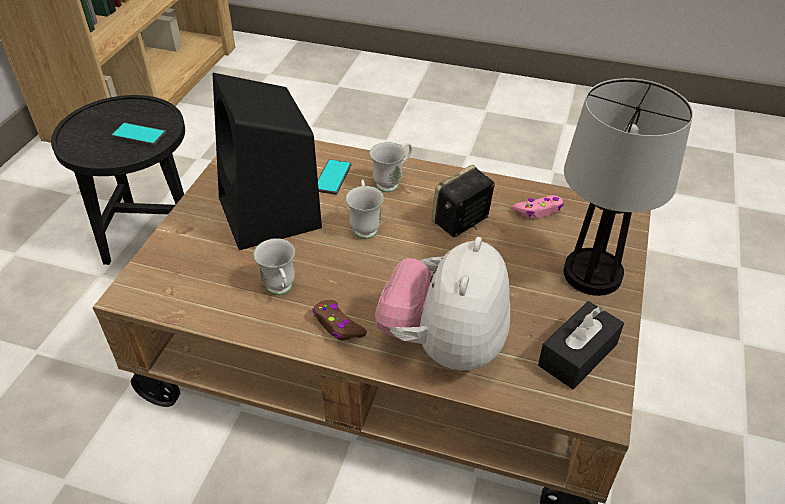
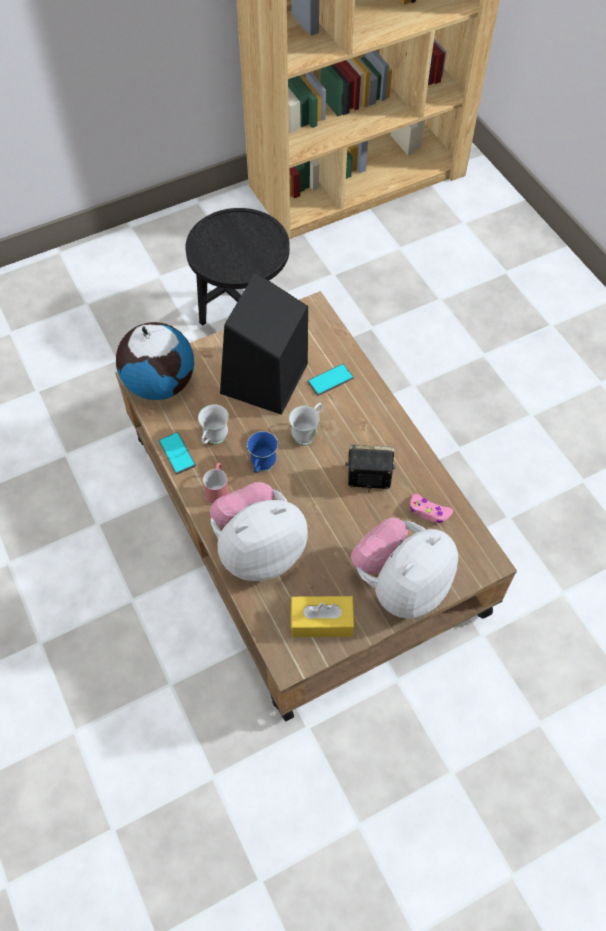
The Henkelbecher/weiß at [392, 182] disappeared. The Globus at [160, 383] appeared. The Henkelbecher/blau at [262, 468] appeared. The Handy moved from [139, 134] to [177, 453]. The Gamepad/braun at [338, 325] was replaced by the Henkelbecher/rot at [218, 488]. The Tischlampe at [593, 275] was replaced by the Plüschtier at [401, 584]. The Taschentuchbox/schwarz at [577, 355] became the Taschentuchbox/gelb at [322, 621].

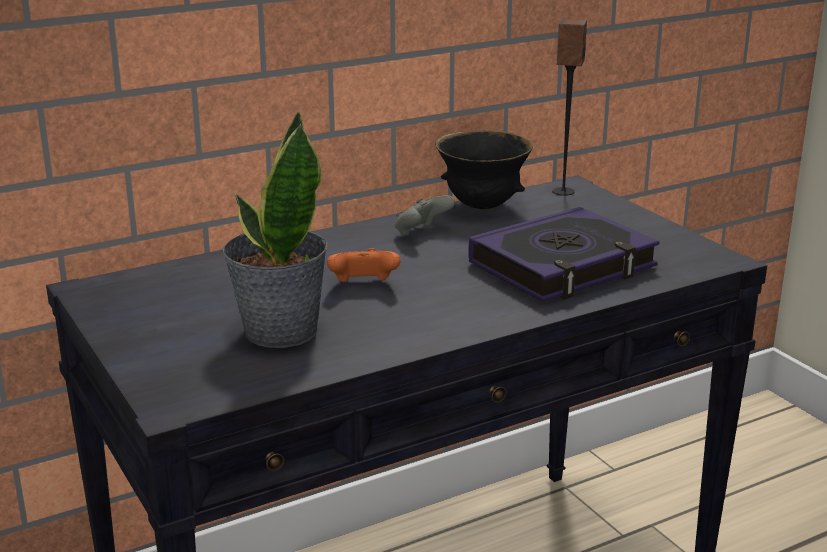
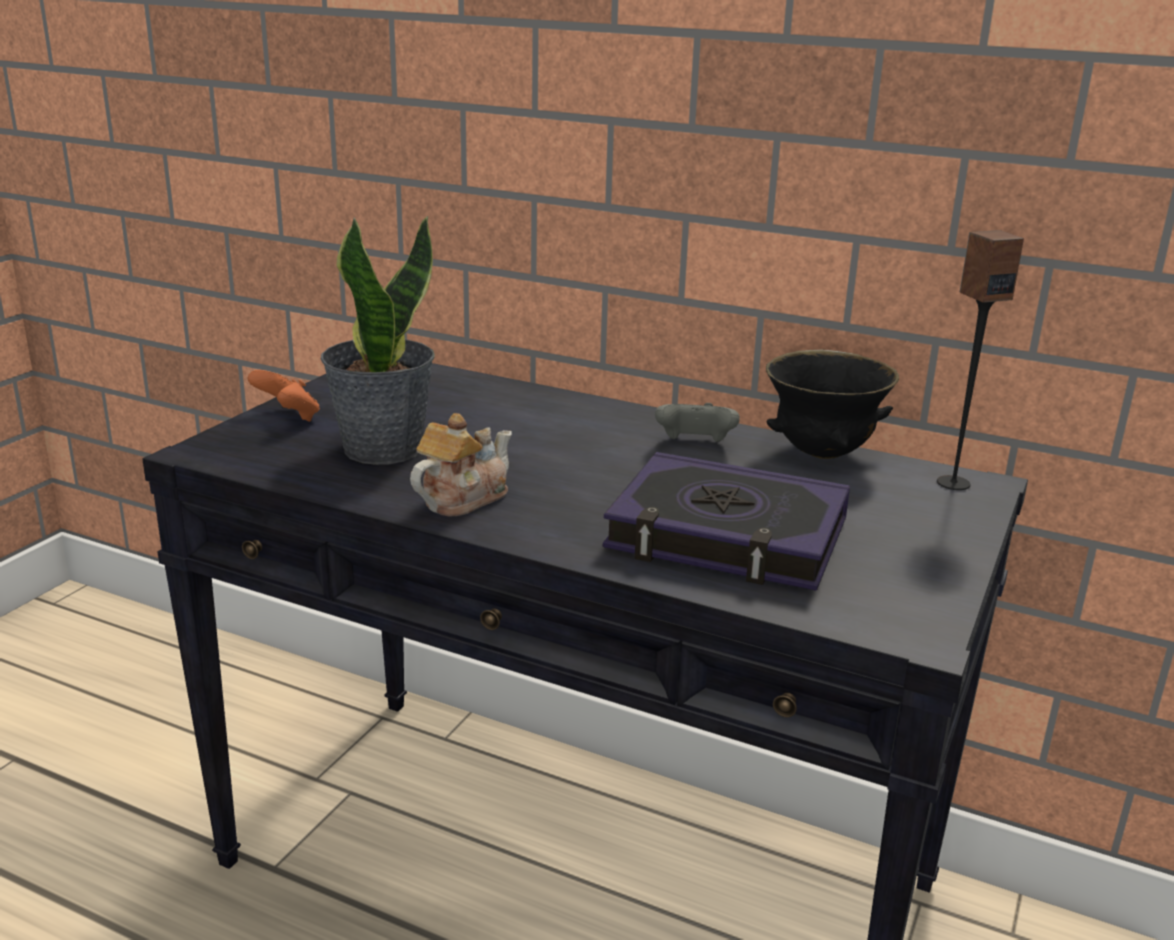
The Teekanne at [462, 498] appeared. The Gamepad/orange moved from [363, 285] to [288, 417].

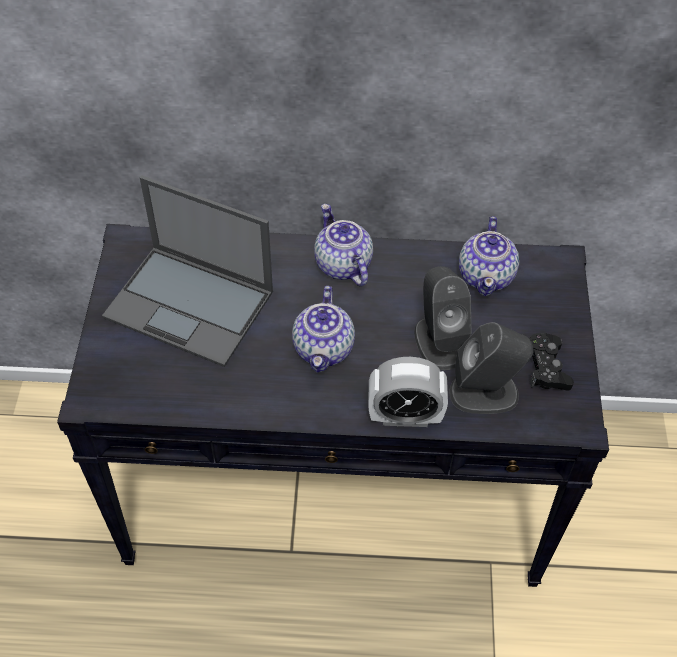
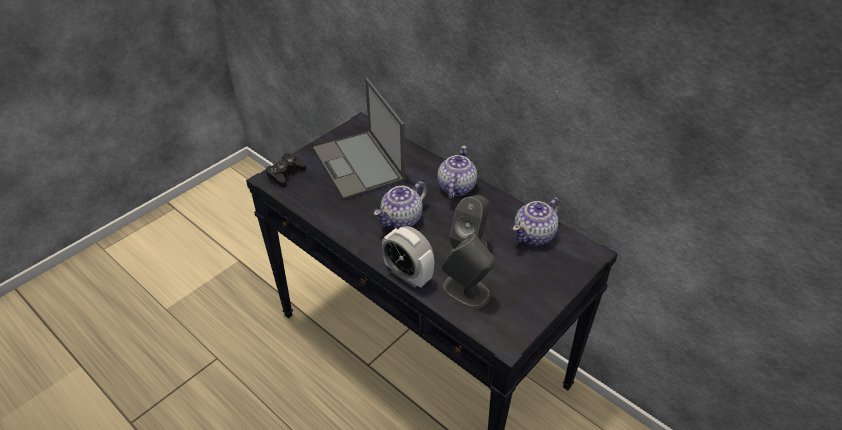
The Gamepad/schwarz moved from [546, 367] to [286, 173].

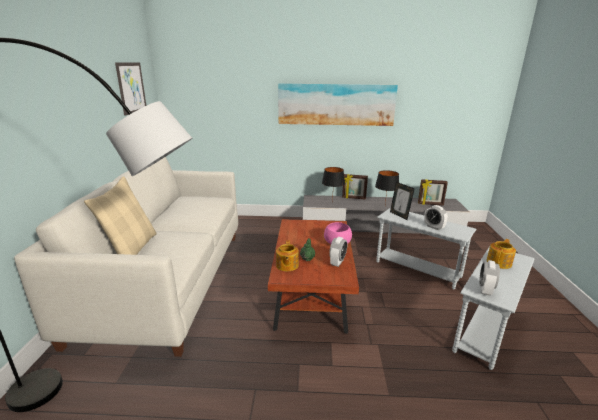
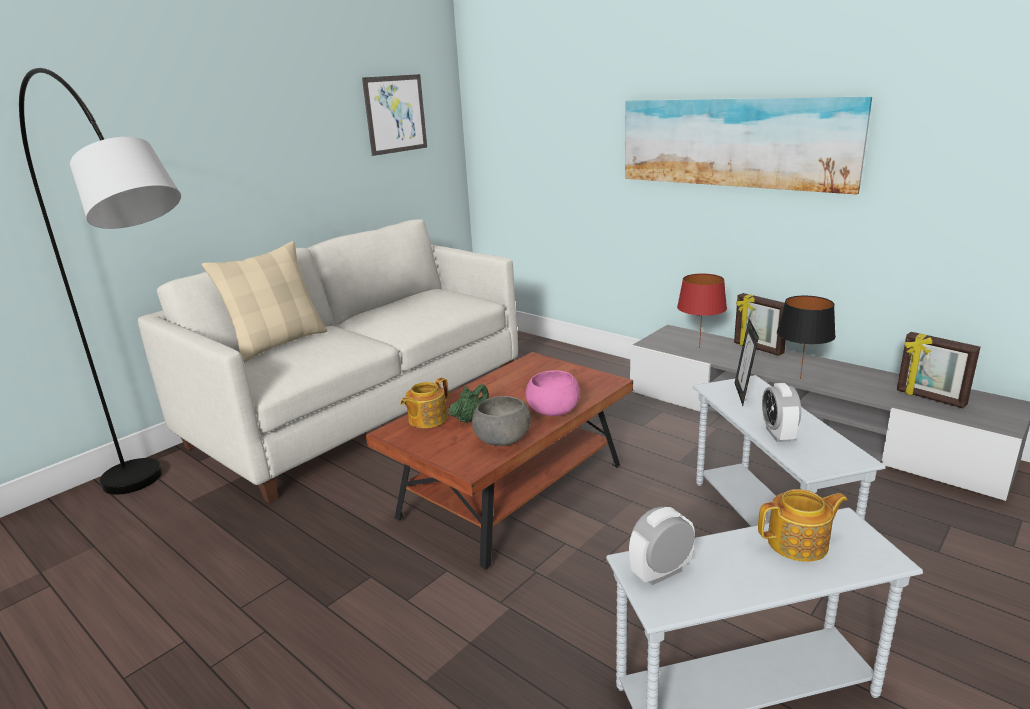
The Wecker at [337, 262] was replaced by the Schüssel/grau at [502, 438]. The Tischlampe/schwarz at [332, 202] became the Tischlampe/rot at [699, 347].

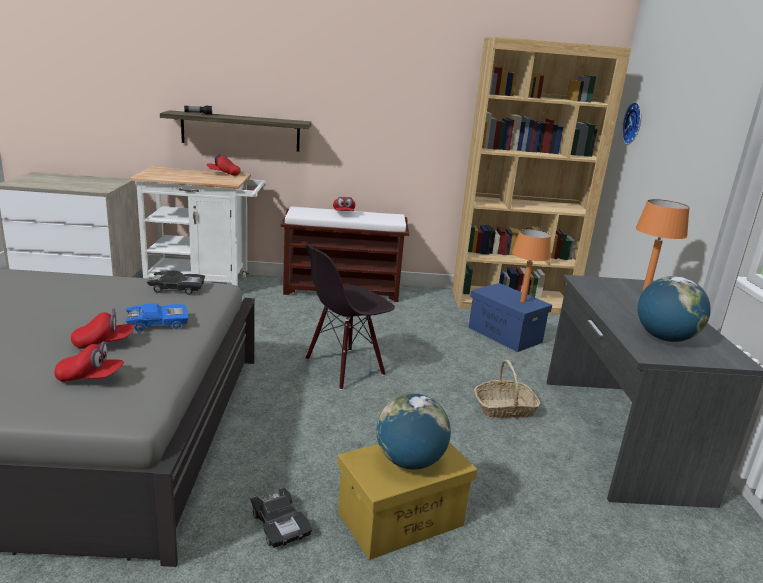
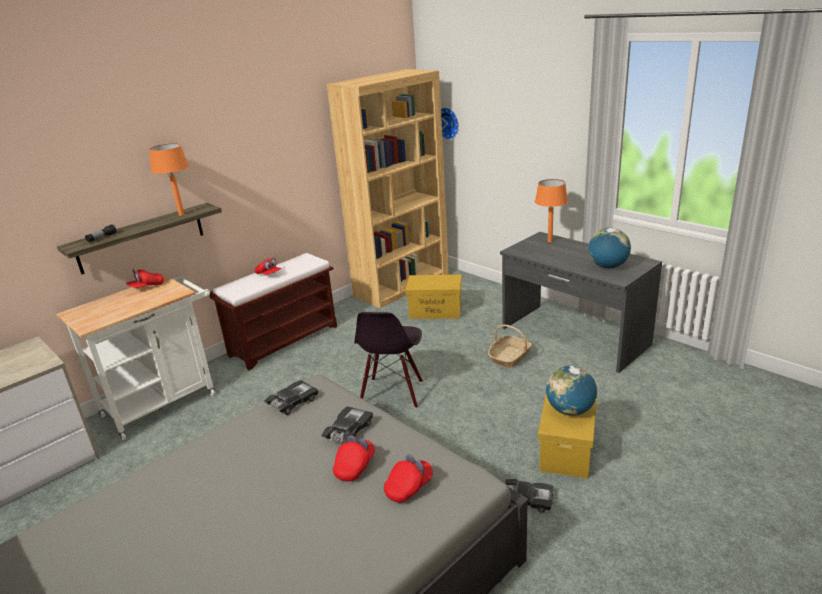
The Tischlampe/orange moved from [523, 301] to [181, 214]. The Spielzeugauto/blau at [158, 323] became the Spielzeugauto/schwarz at [348, 431]. The Aufbewahrungsbox/blau at [505, 335] became the Aufbewahrungsbox/gelb at [436, 311].

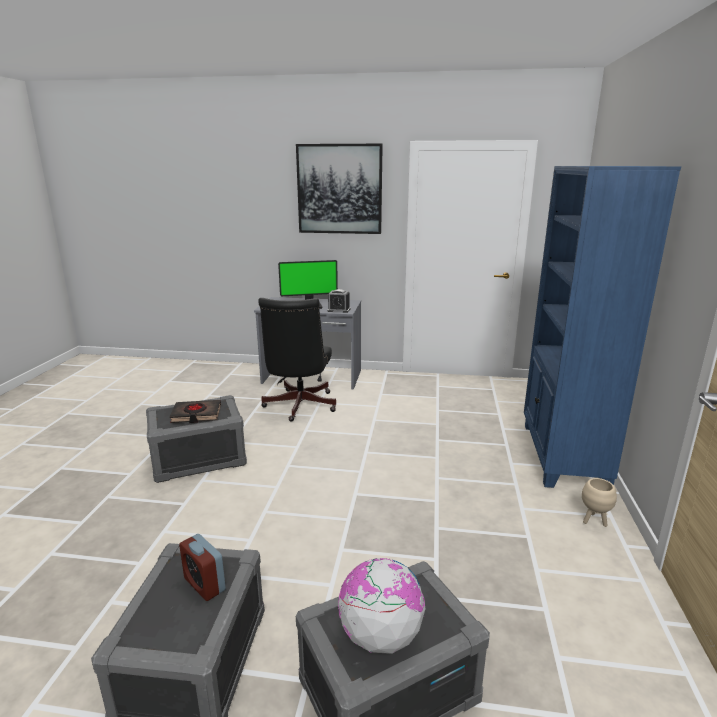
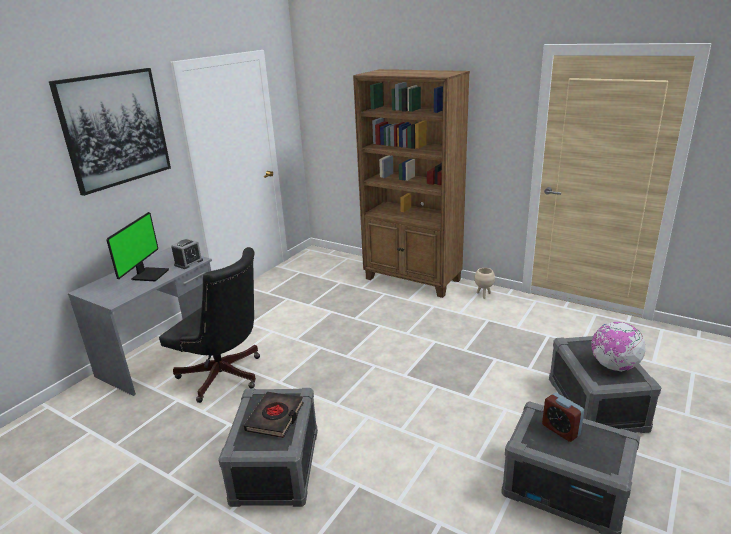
The Bücherregal/blau at [562, 456] became the Bücherregal/braun at [413, 280]. The Wecker at [204, 584] turned 75 degrees clockwise.

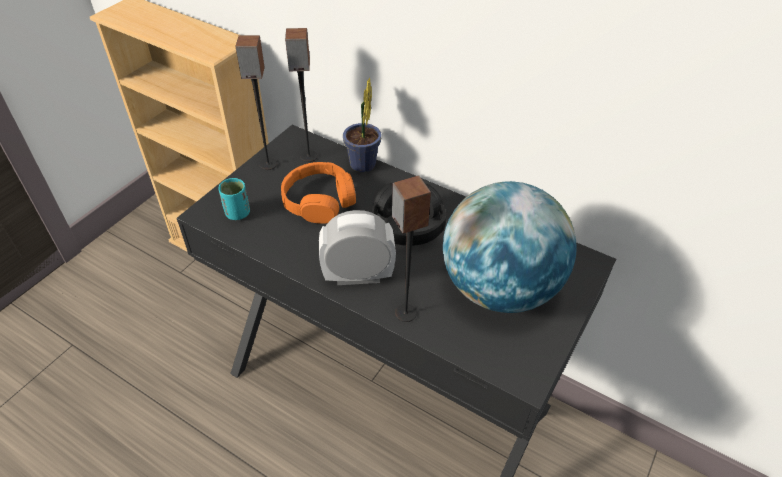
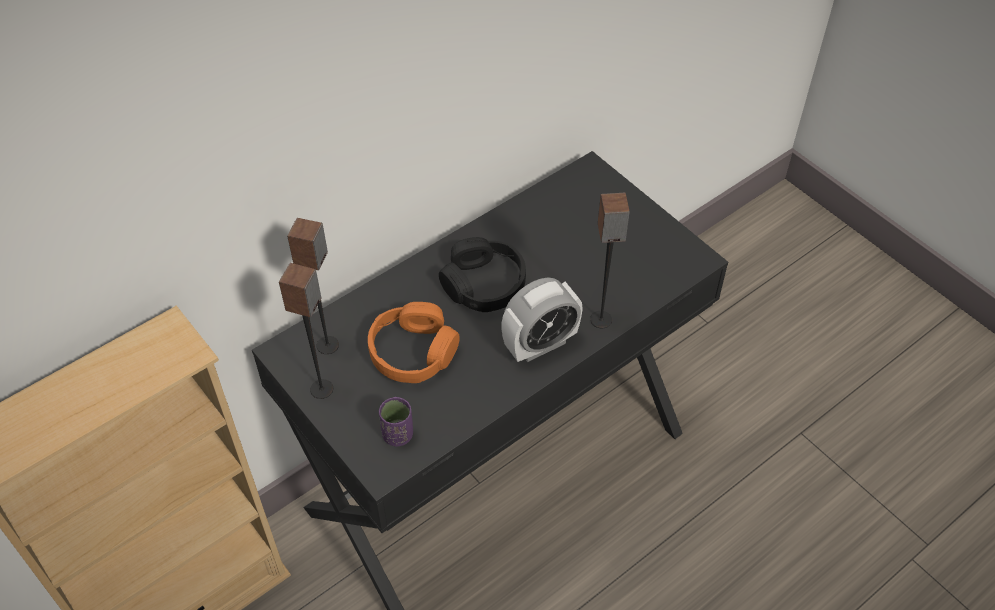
The Topfpflanze at [362, 167] disappeared. The Globus at [499, 288] disappeared. The Tasse/türkis at [237, 213] became the Tasse/lila at [398, 435]. The Wecker at [358, 276] turned 135 degrees counterclockwise.

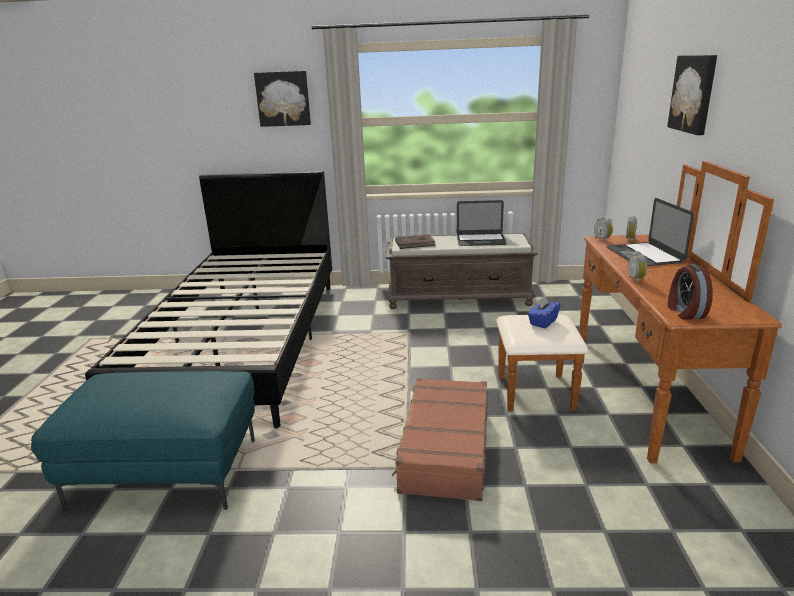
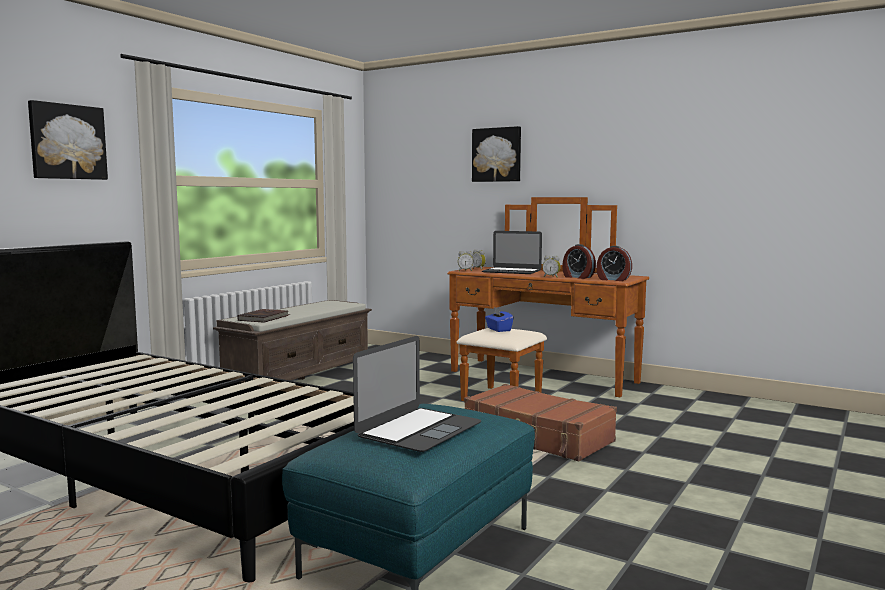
The Wecker at [577, 277] appeared. The Laptop moved from [481, 240] to [419, 429].

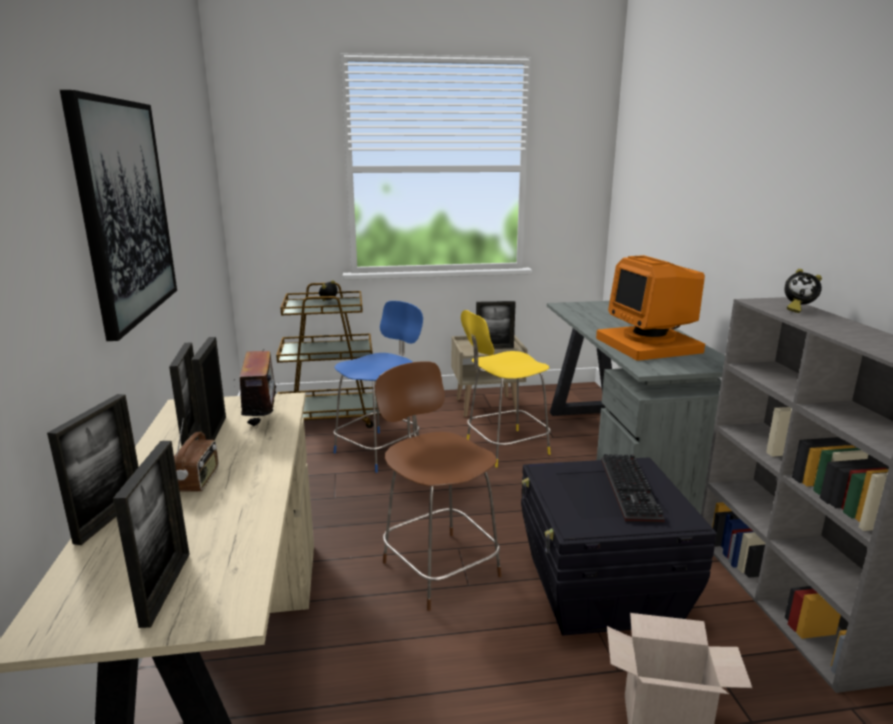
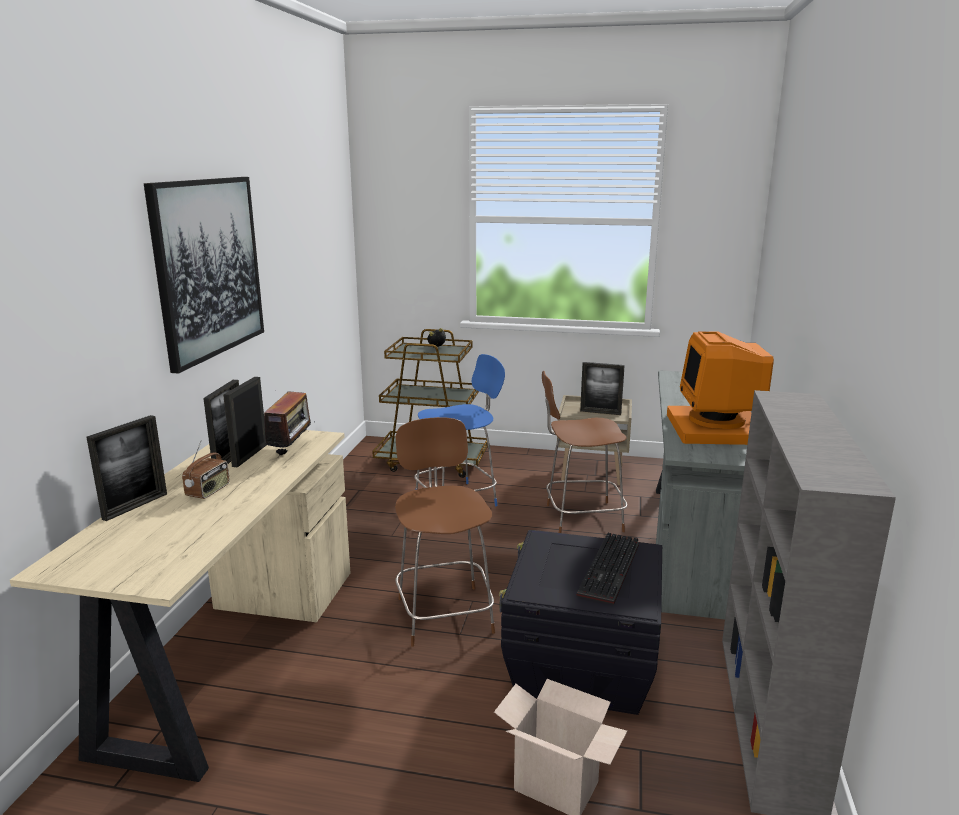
The Bilderrahmen at [166, 588] disappeared. The Wecker at [797, 309] disappeared. The Stuhl/gelb at [504, 448] became the Stuhl/braun at [580, 518].

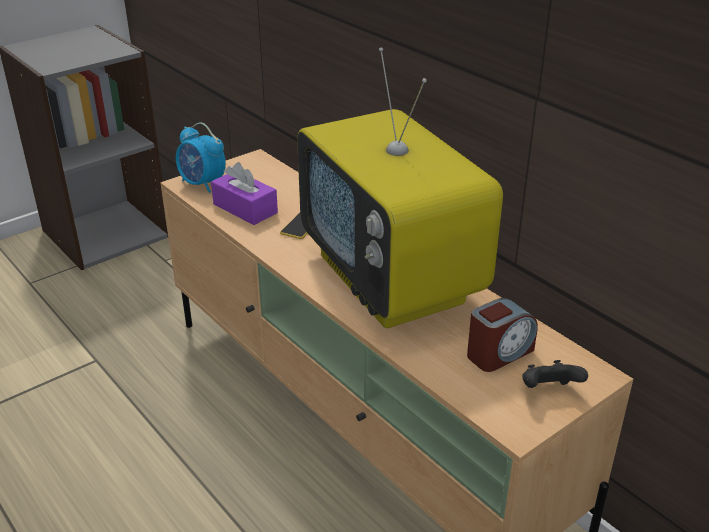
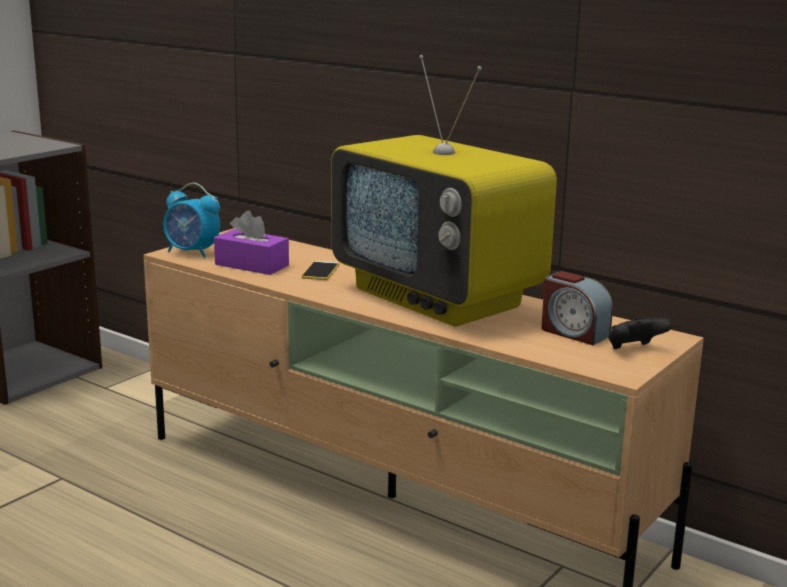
The Wecker at [499, 353] turned 90 degrees clockwise.

